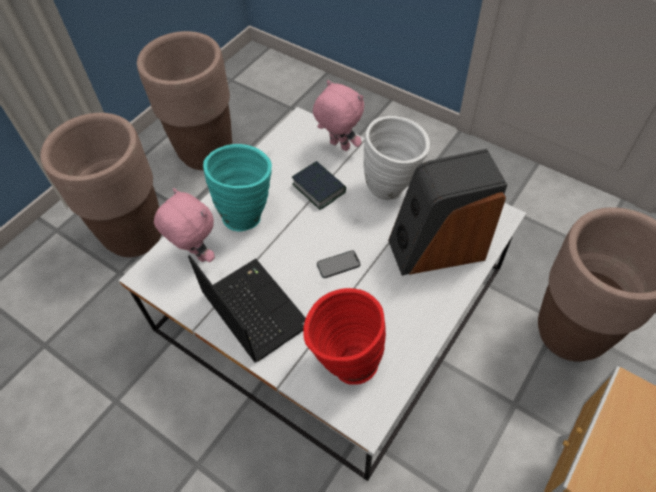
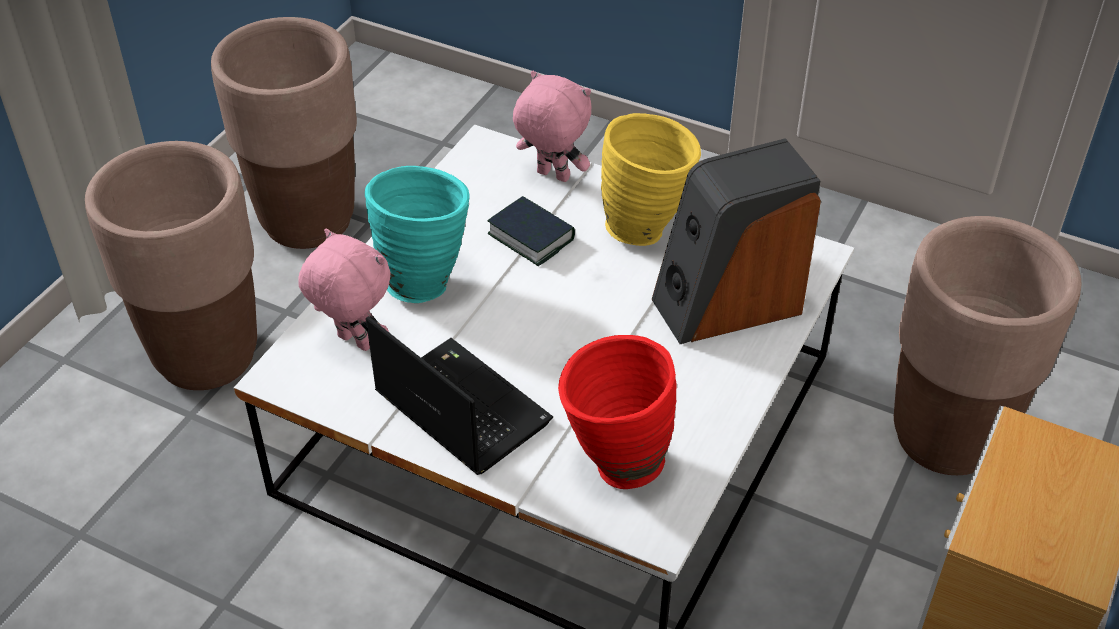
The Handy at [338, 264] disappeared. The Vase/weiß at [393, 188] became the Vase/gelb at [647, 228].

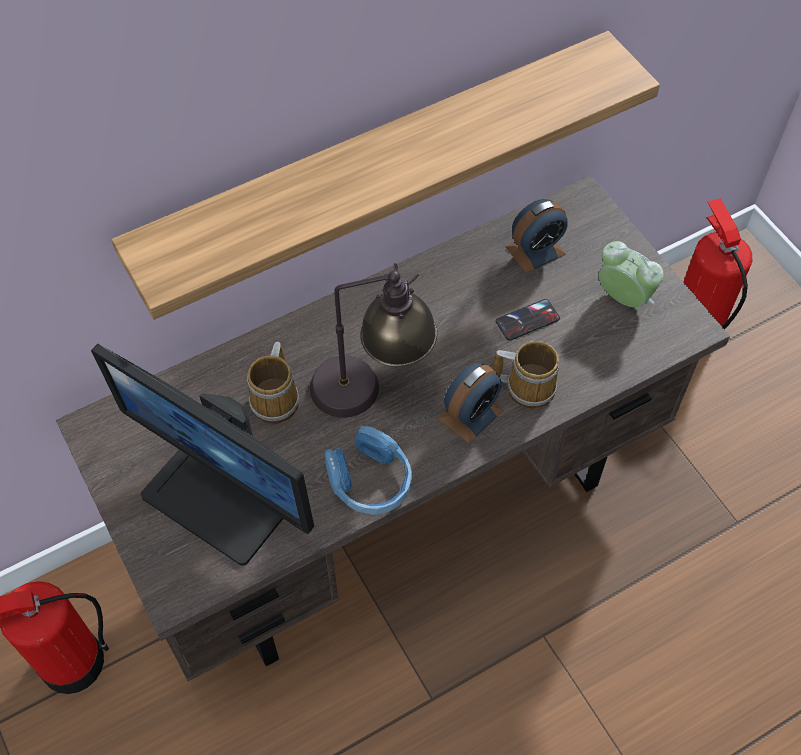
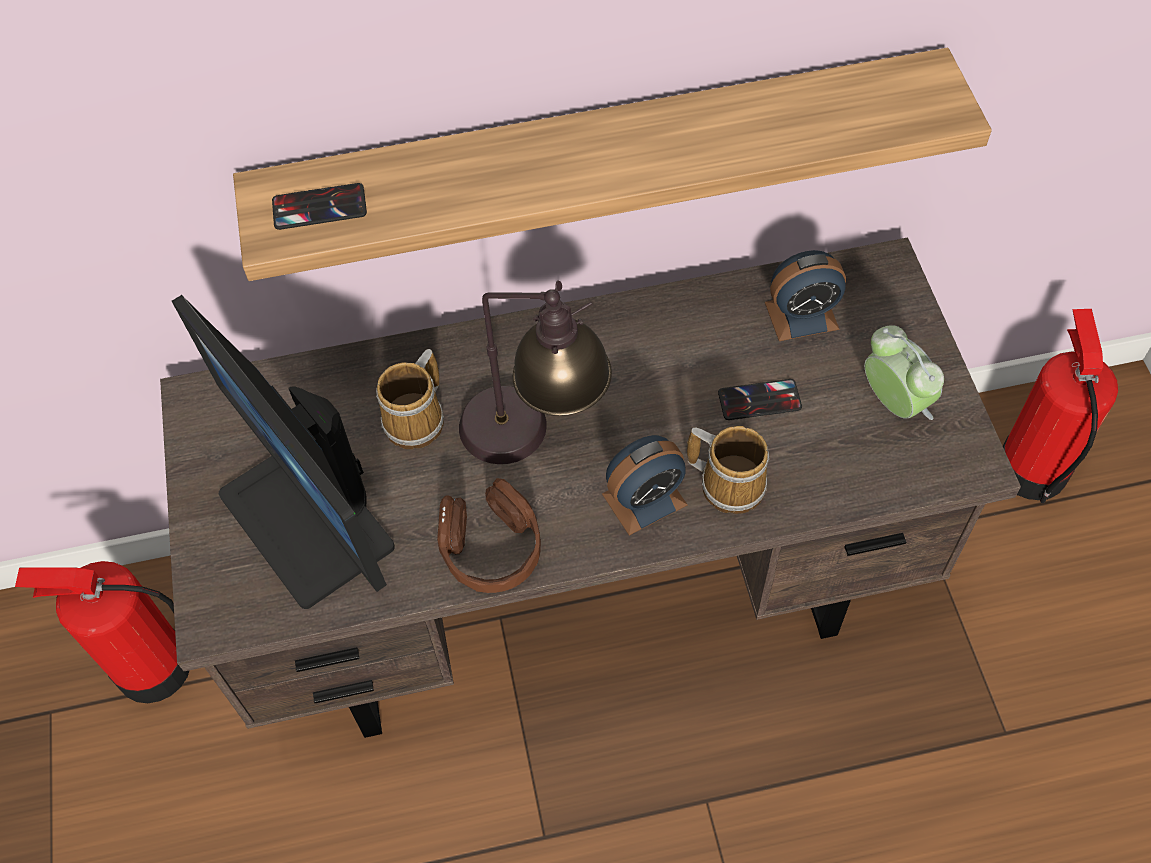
The Handy at [319, 207] appeared. The Kopfhörer/blau at [370, 481] became the Kopfhörer/braun at [491, 548].

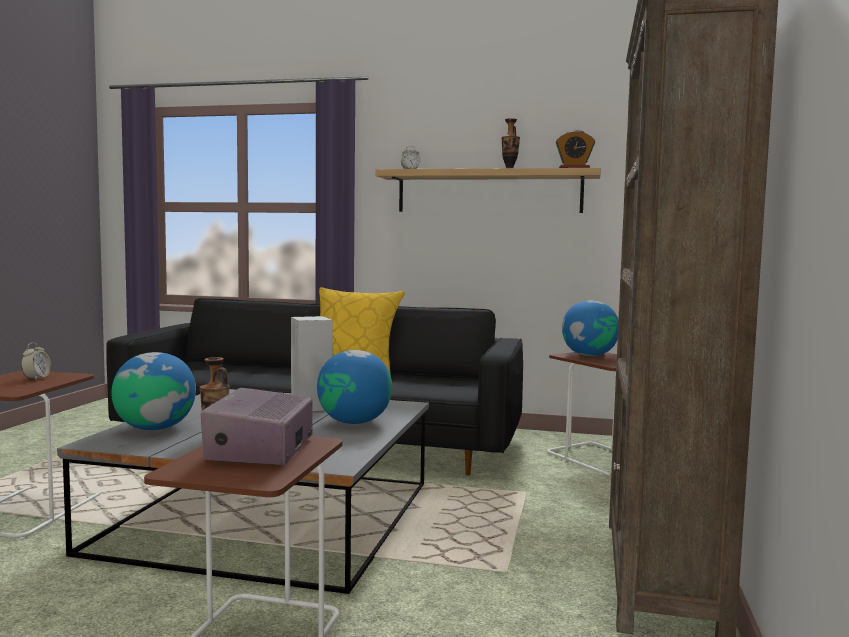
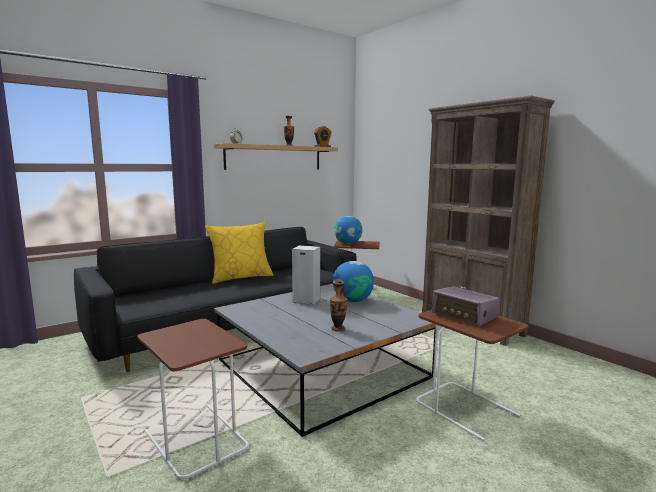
The Wecker at [36, 378] disappeared. The Globus at [155, 428] disappeared.

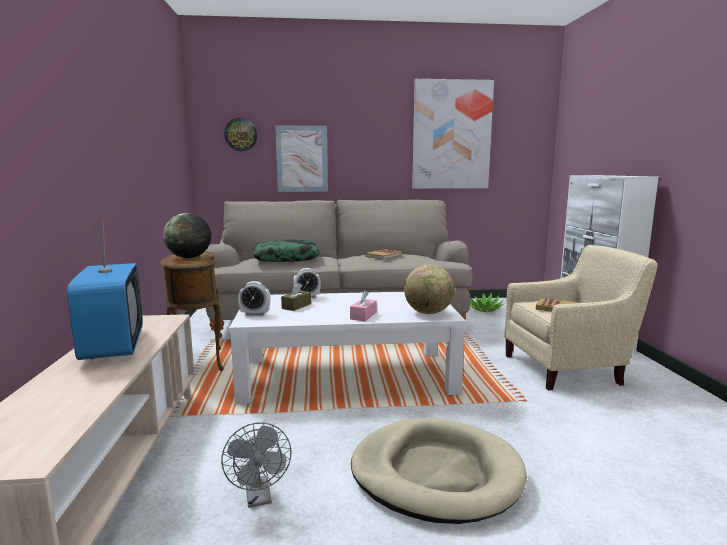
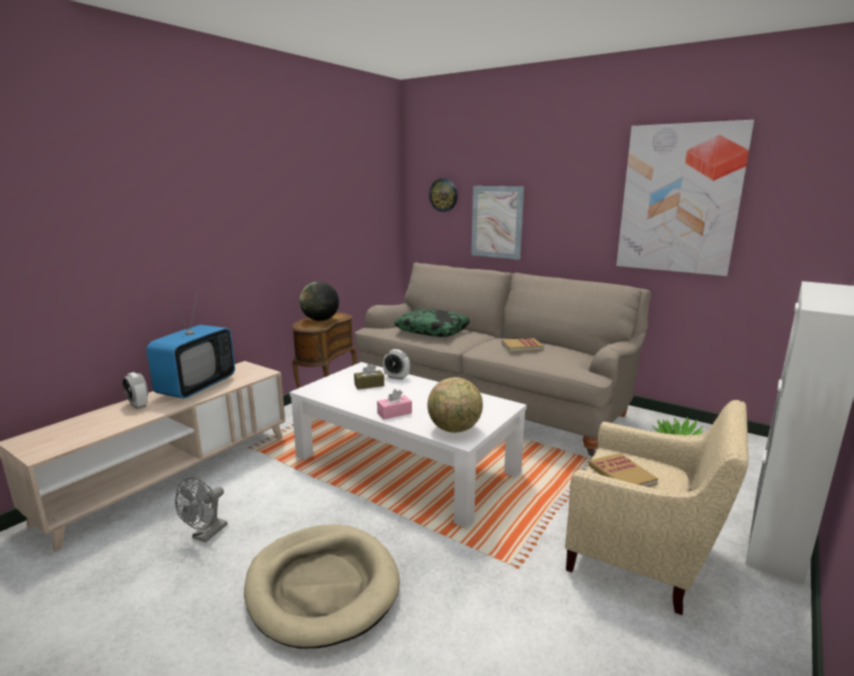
The Wecker moved from [255, 314] to [138, 405].

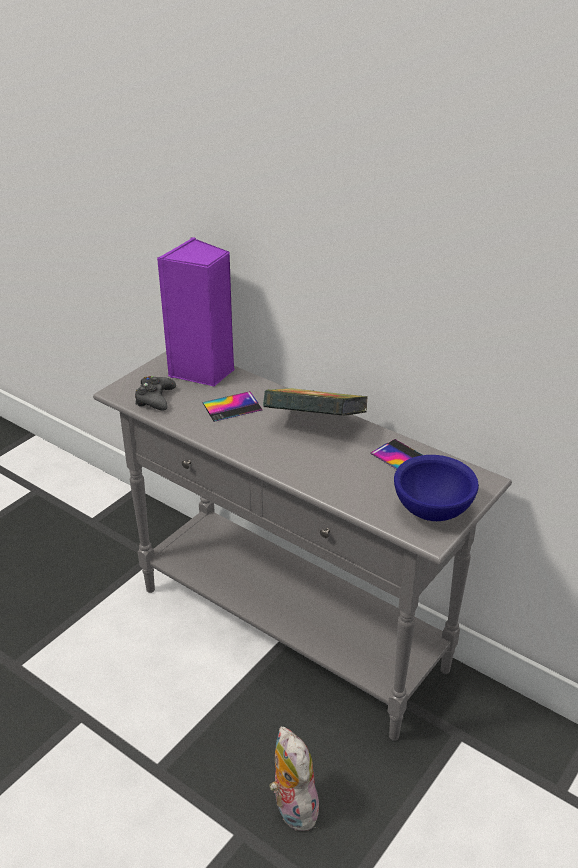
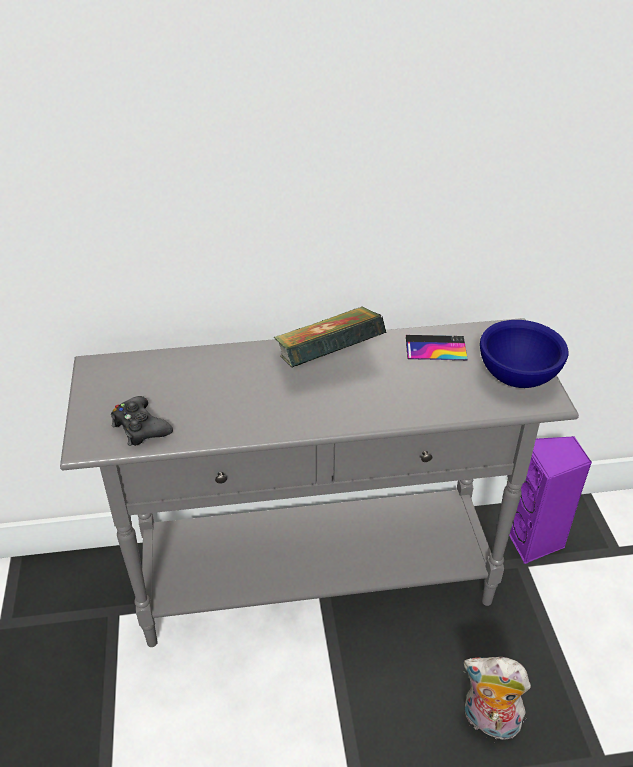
The Handy at [232, 407] disappeared. The Lautsprecher/lila moved from [203, 371] to [534, 539].

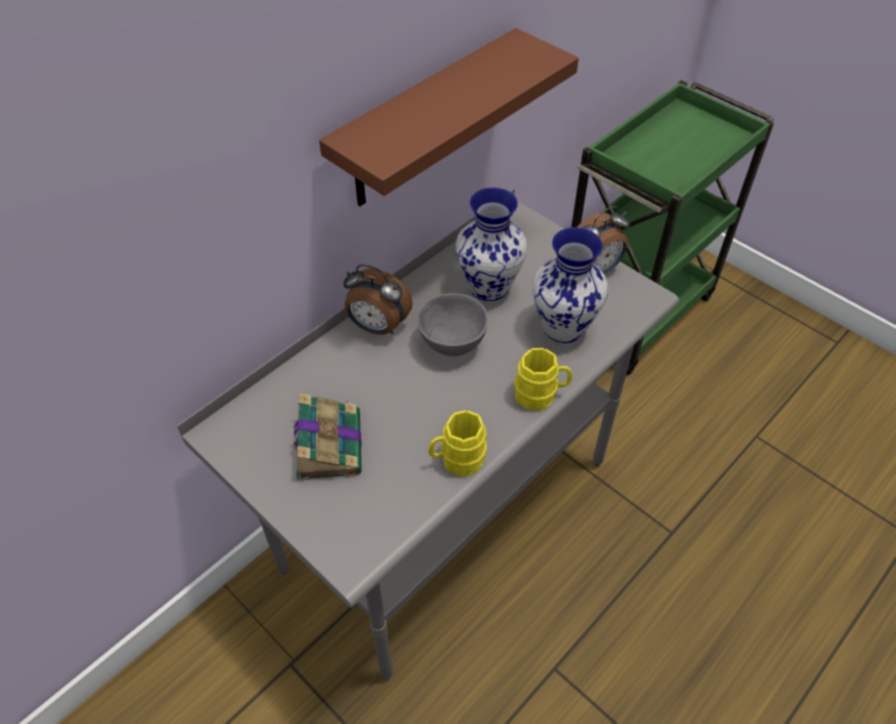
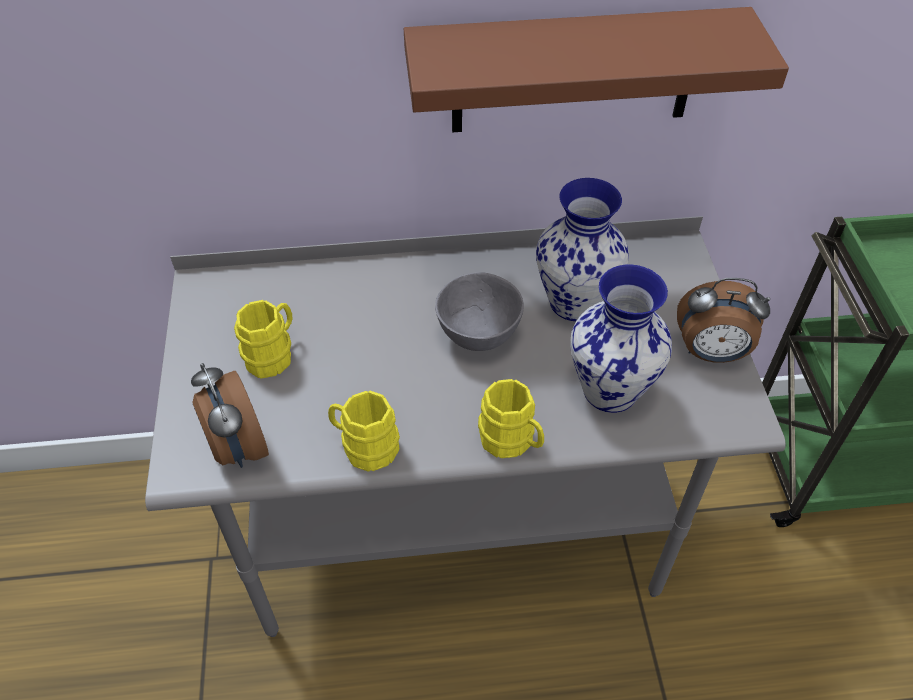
The Wecker moved from [377, 327] to [237, 447]. The Buch at [329, 444] was replaced by the Henkelbecher/gelb at [273, 354].

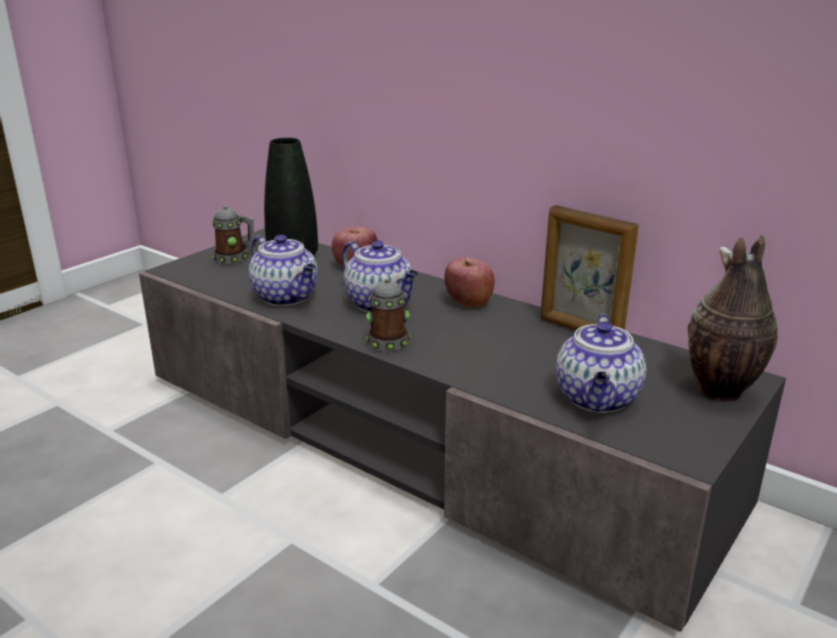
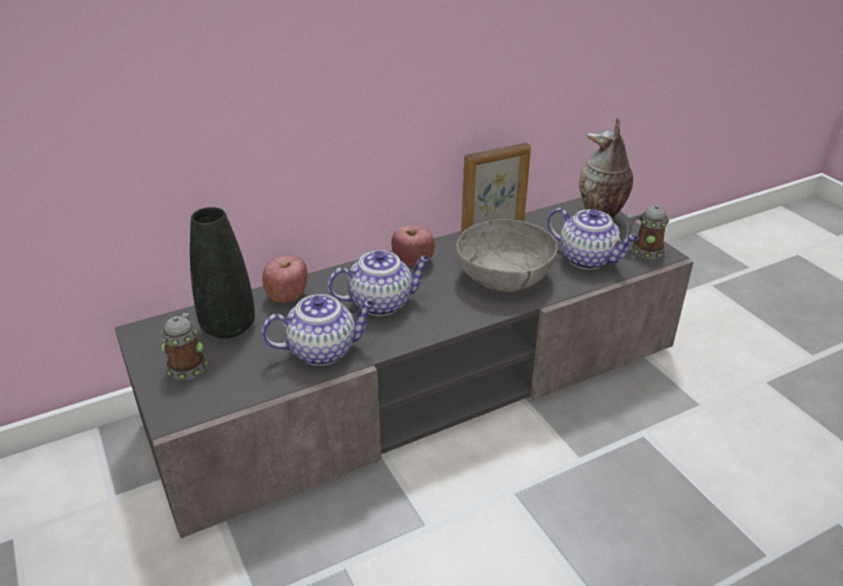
The Schüssel/grau at [504, 276] appeared. The Henkelbecher moved from [387, 340] to [643, 251].

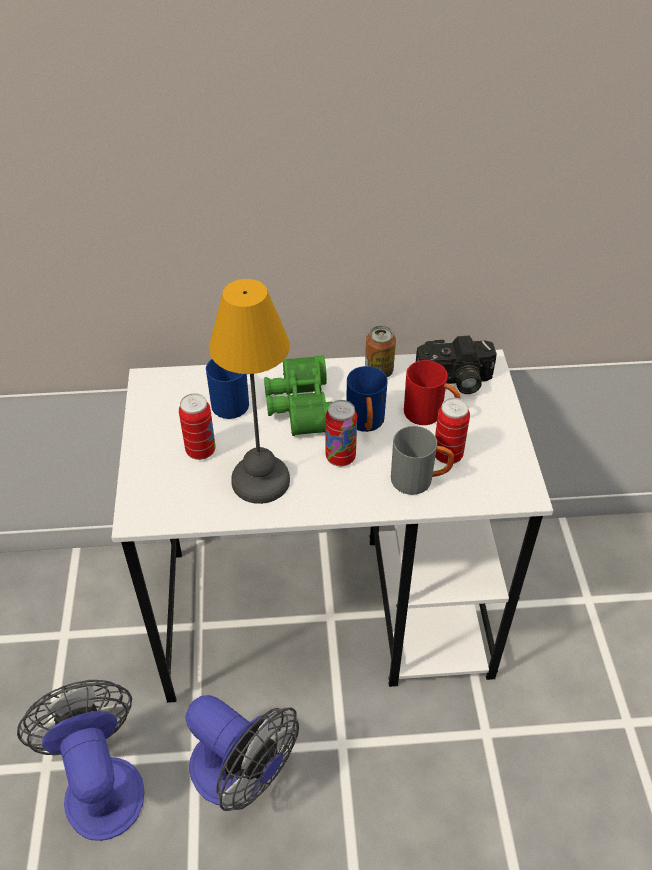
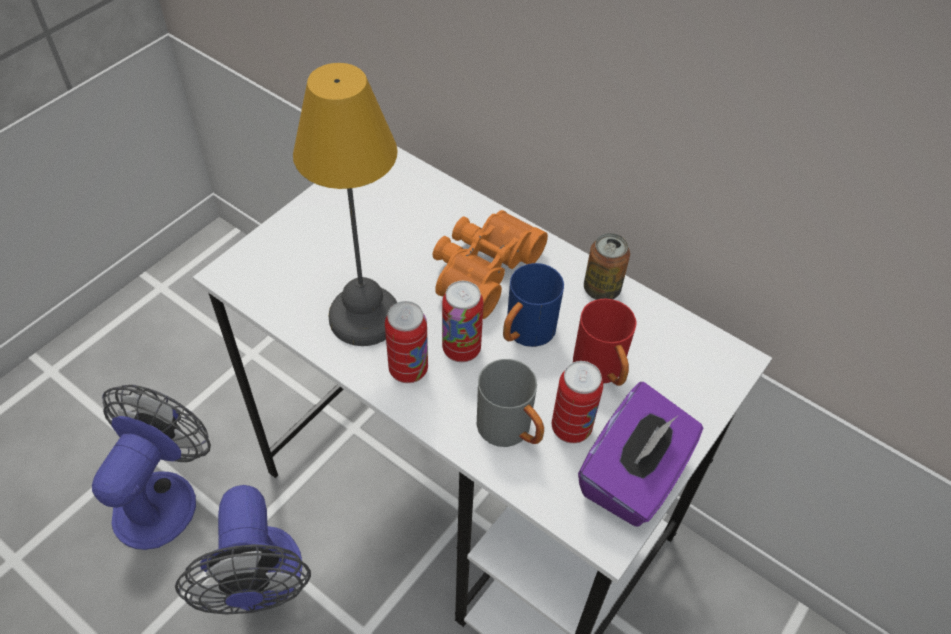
The Henkelbecher/blau at [228, 400] disappeared. The Kamera at [454, 381] disappeared. The Taschentuchbox/lila at [633, 476] appeared. The Dose moved from [200, 451] to [408, 370]. The Fernglas/grün at [298, 406] became the Fernglas/orange at [481, 269].

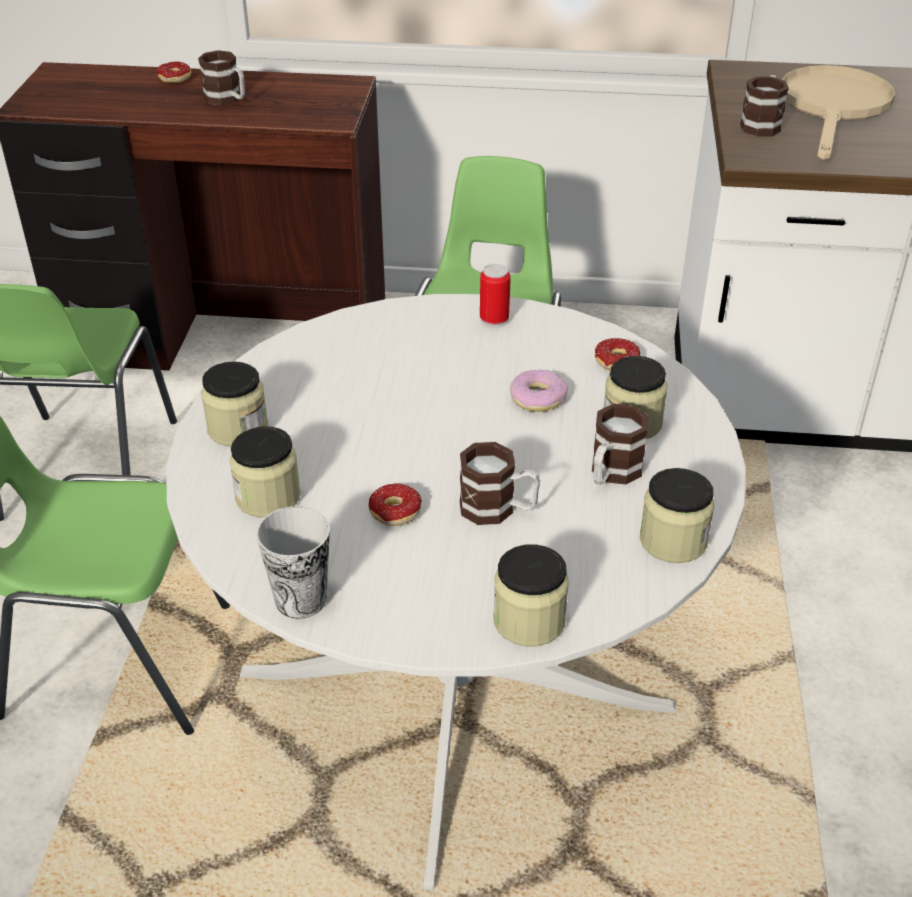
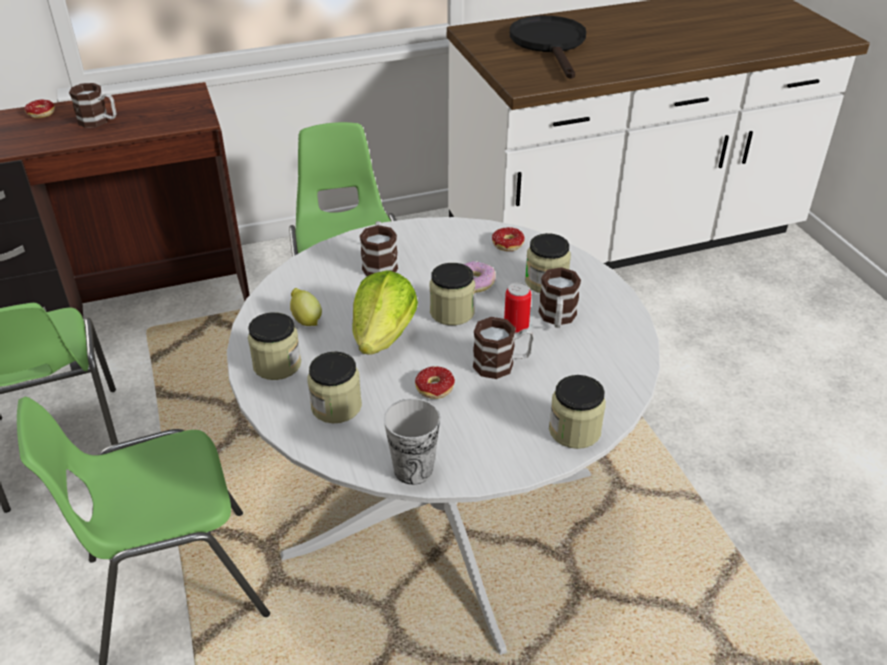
The Zitrone at [306, 320] appeared. The Salatkopf at [384, 336] appeared. The Dose moved from [494, 320] to [516, 328]. The Vorratsglas moved from [673, 540] to [452, 312]. The Henkelbecher moved from [762, 124] to [380, 264]. The Pfanne/beige at [834, 109] became the Pfanne/schwarz at [550, 44].

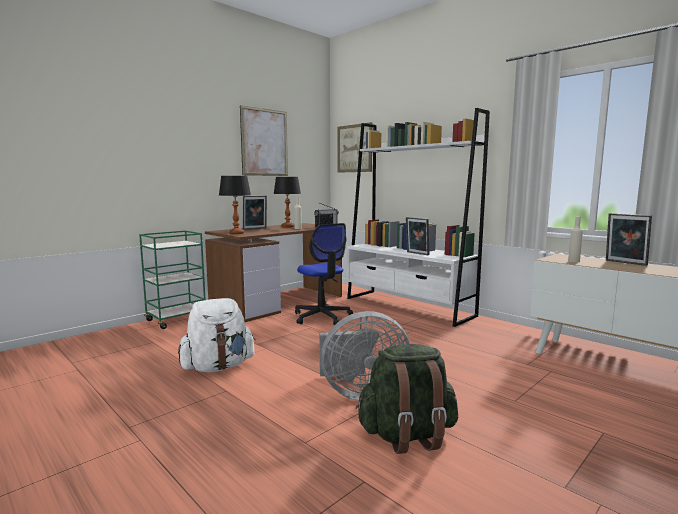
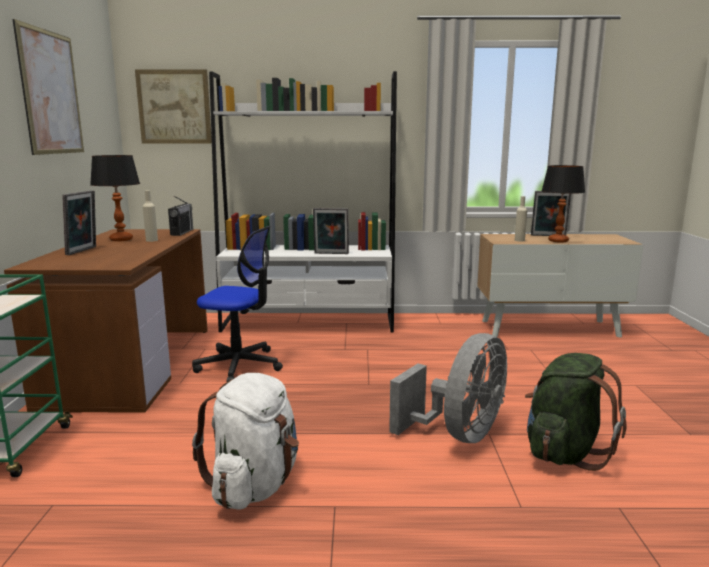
The Tischlampe moved from [236, 233] to [558, 241].

